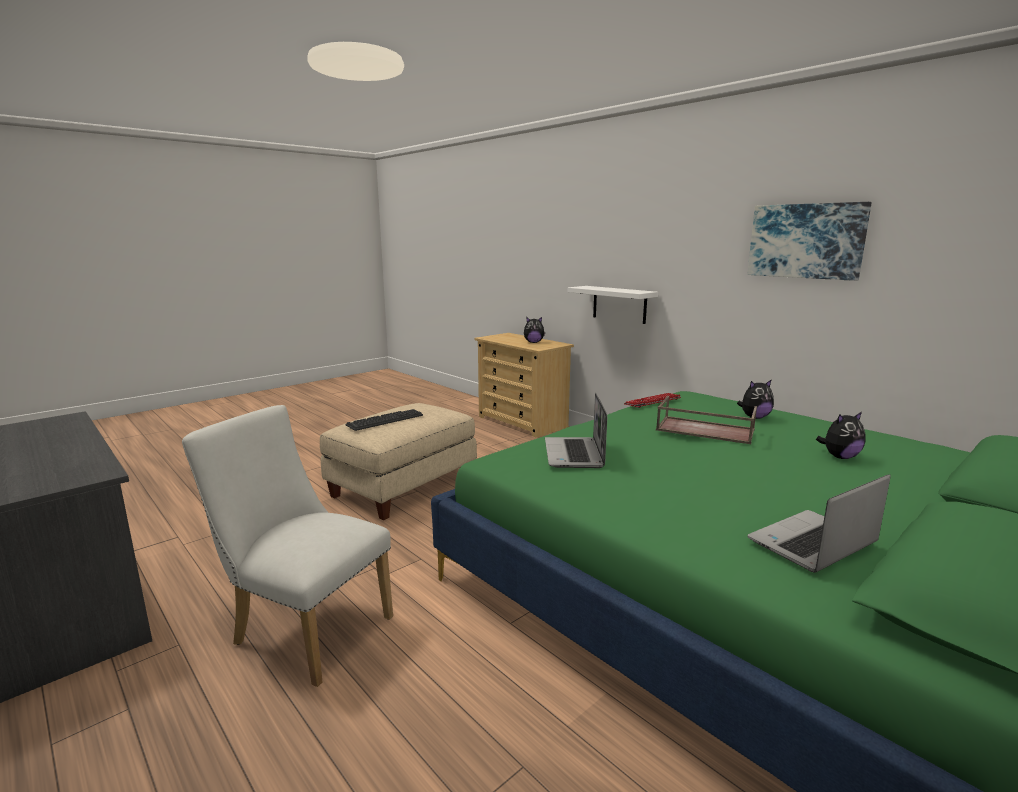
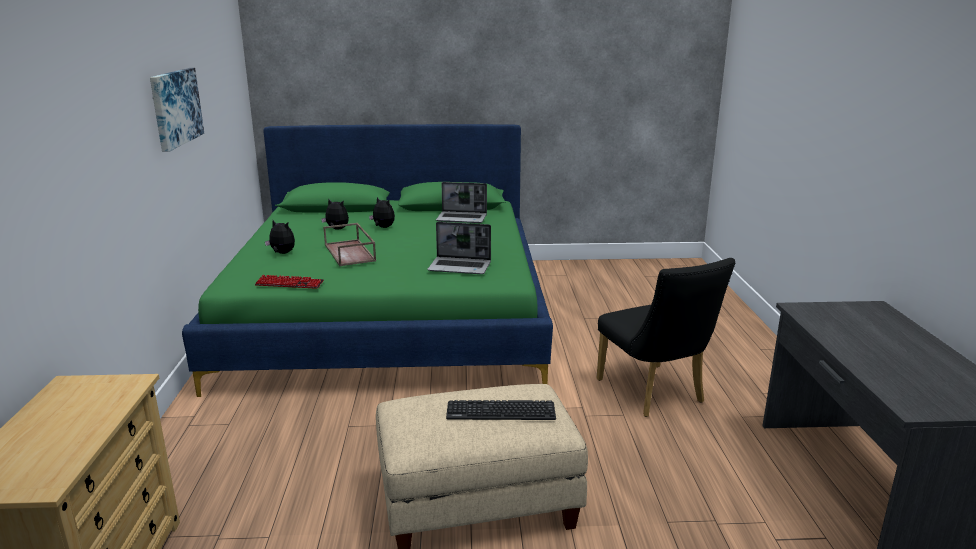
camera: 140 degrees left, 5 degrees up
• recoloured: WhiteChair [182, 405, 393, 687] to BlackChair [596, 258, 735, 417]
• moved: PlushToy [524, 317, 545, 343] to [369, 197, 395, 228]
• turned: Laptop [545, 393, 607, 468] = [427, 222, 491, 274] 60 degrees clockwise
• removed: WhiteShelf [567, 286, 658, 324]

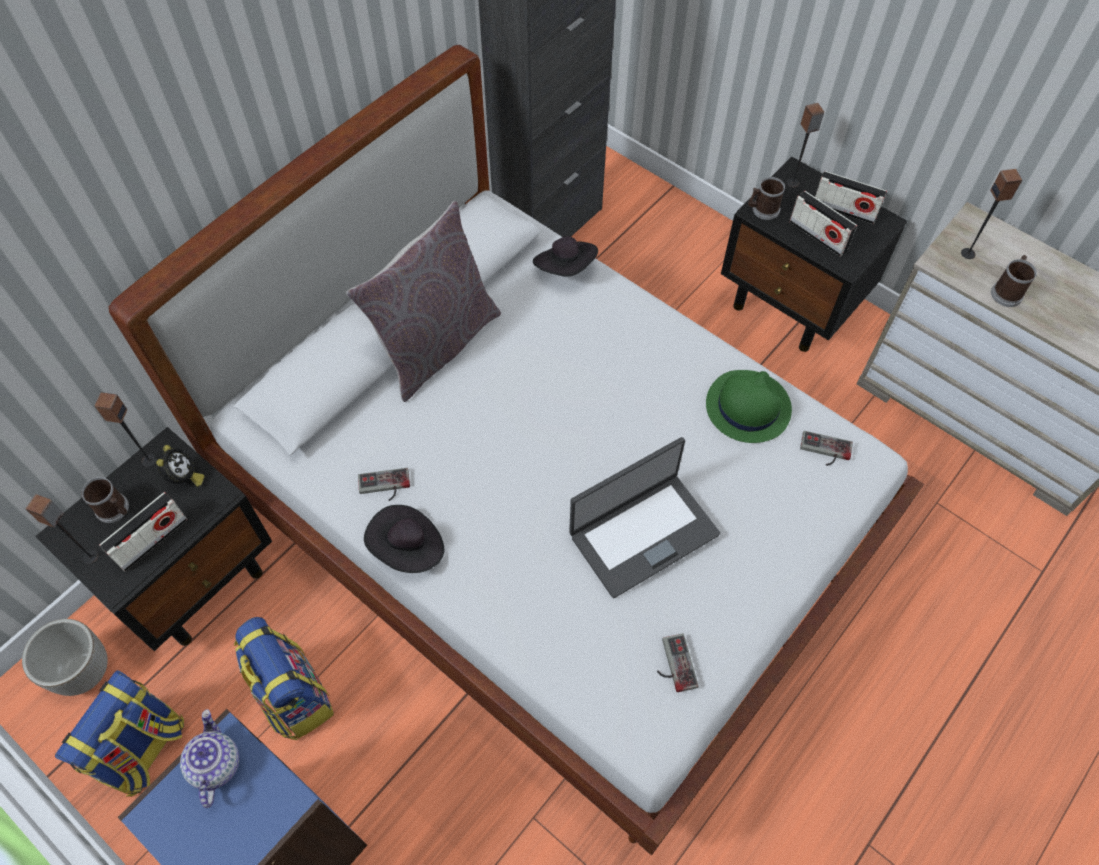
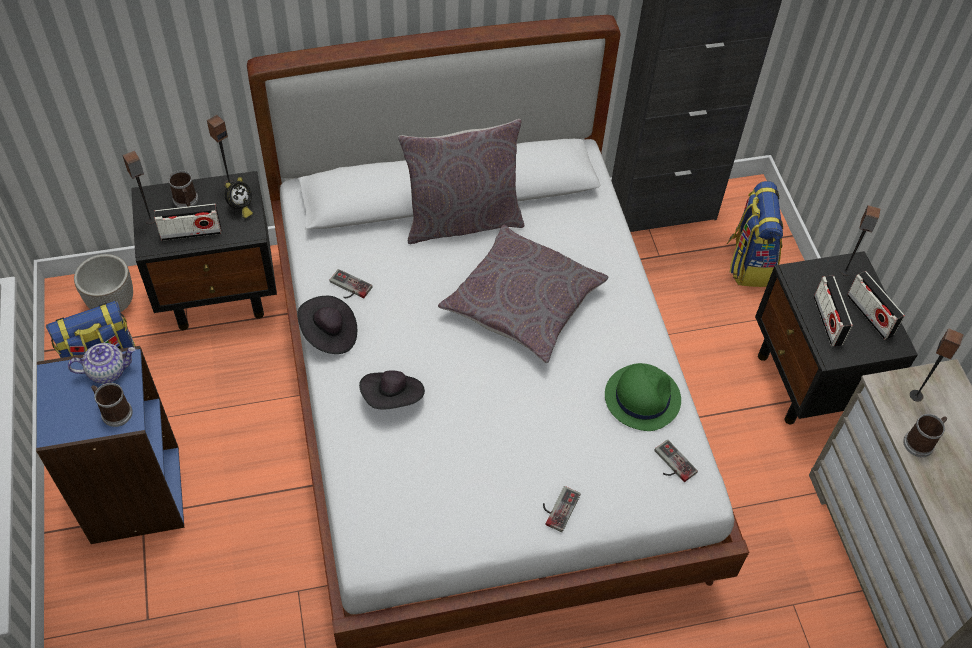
camera: 35 degrees right, 5 degrees down
• turned: Teapot [180, 709, 239, 808] = [68, 343, 136, 384] 45 degrees clockwise
• moved: Backpack [234, 617, 334, 740] to [727, 181, 783, 287]
• moved: BlackHat [533, 236, 598, 277] to [359, 370, 425, 409]
• removed: Laptop [569, 437, 720, 598]
• moved: GameController [657, 634, 699, 692] to [543, 486, 581, 532]
• moved: Mug [748, 177, 785, 220] to [91, 383, 133, 427]
• added: GreyPillow [438, 225, 608, 363]

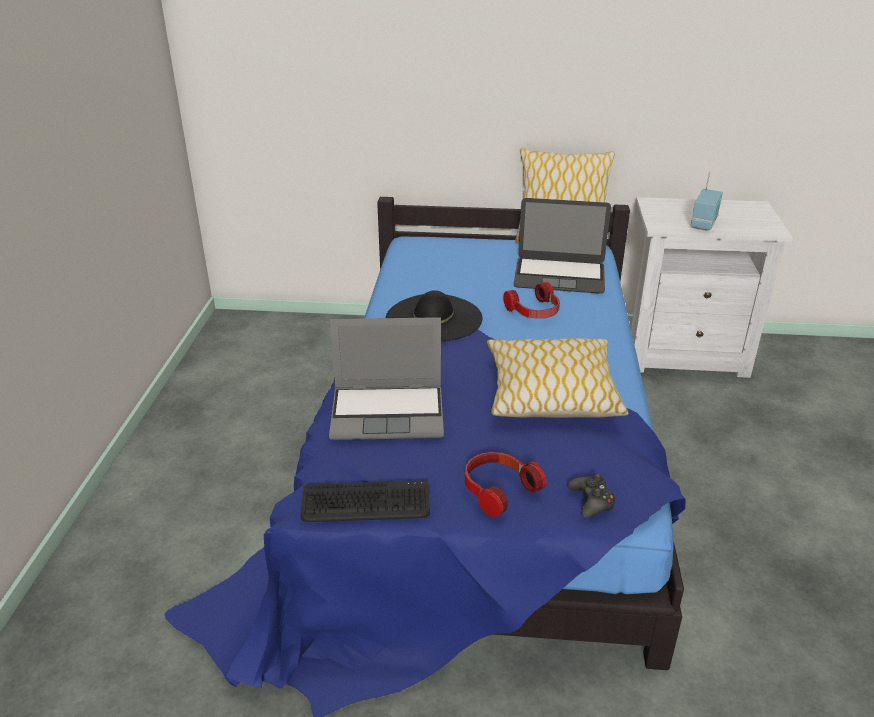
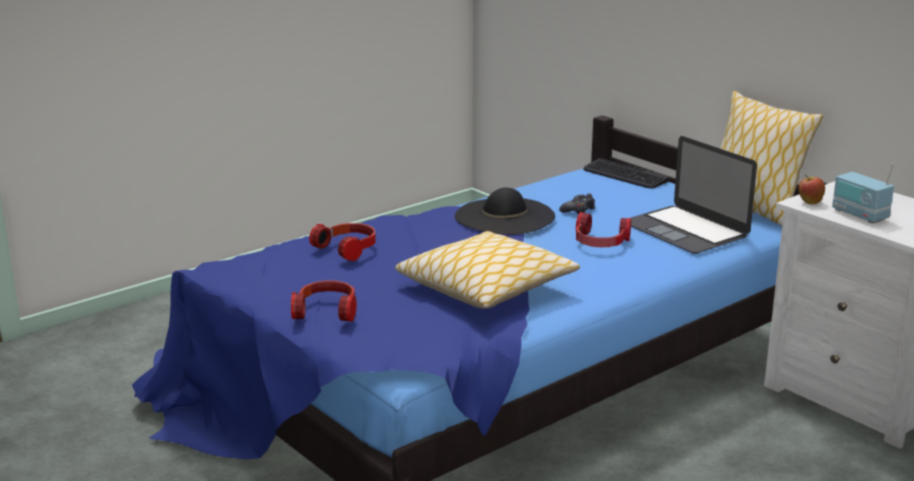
camera: 45 degrees right, 10 degrees down
• moved: Keyboard [301, 481, 430, 522] to [583, 158, 669, 189]
• replaced: Laptop [329, 317, 444, 440] to Headphones [309, 223, 376, 262]
• moved: BlackGameController [568, 473, 615, 518] to [559, 193, 595, 215]
• turned: Radio [691, 172, 723, 231] = [832, 163, 894, 223] 75 degrees clockwise
• added: Apple [798, 175, 825, 204]

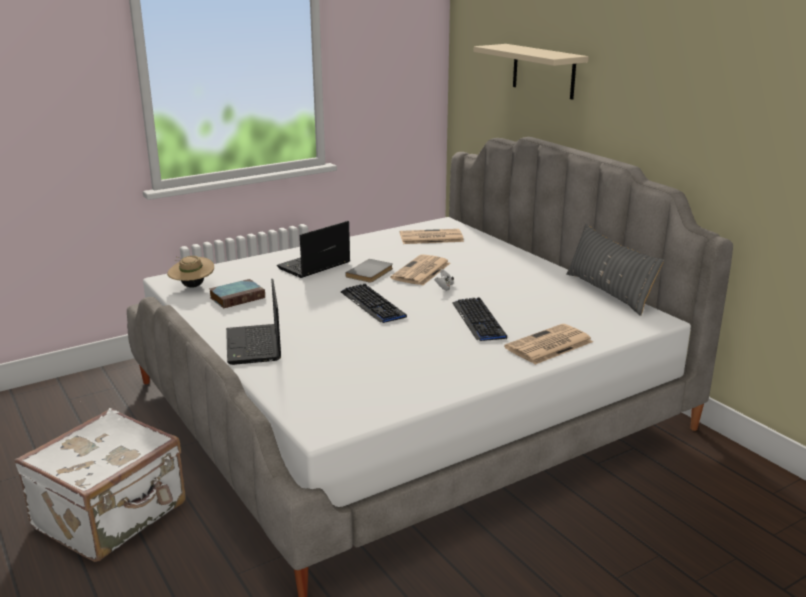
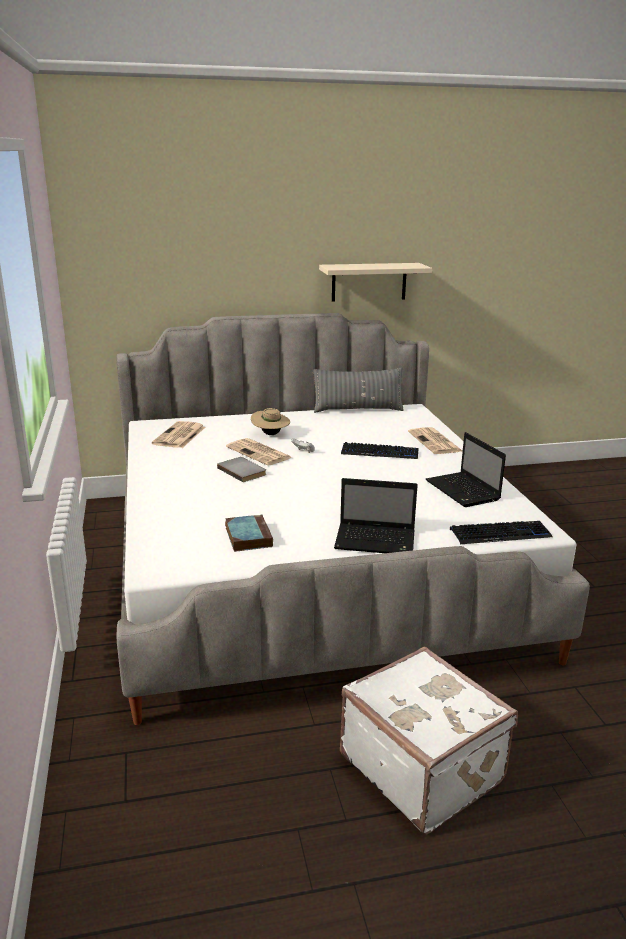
camera: 70 degrees left, 0 degrees up
• moved: BeigeHat [167, 256, 214, 288] to [251, 408, 290, 435]
• moved: Laptop [277, 221, 350, 278] to [426, 432, 506, 507]
• moved: Keyboard [341, 284, 407, 323] to [450, 521, 553, 544]
• moved: BeigeShelf [474, 44, 589, 100] to [319, 263, 432, 302]

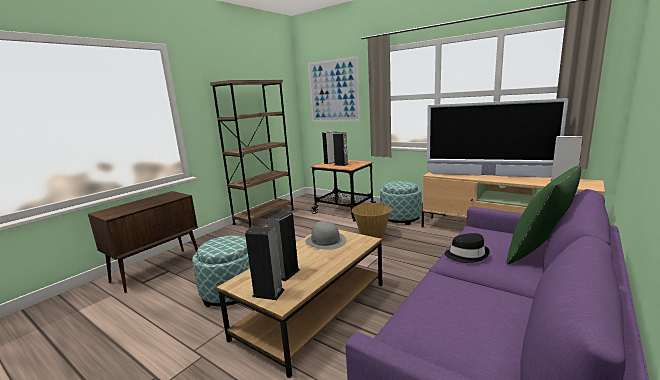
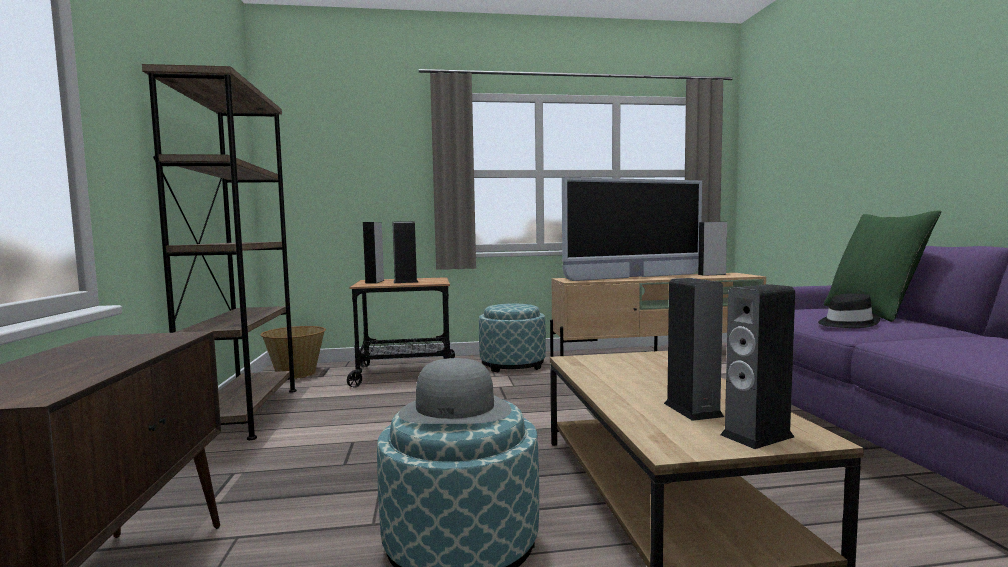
camera: 45 degrees left, 10 degrees down
• moved: GreyHat [305, 221, 346, 250] to [398, 358, 511, 424]
• removed: Picture [308, 56, 360, 122]
• moved: Basket [352, 203, 392, 239] to [260, 326, 326, 379]

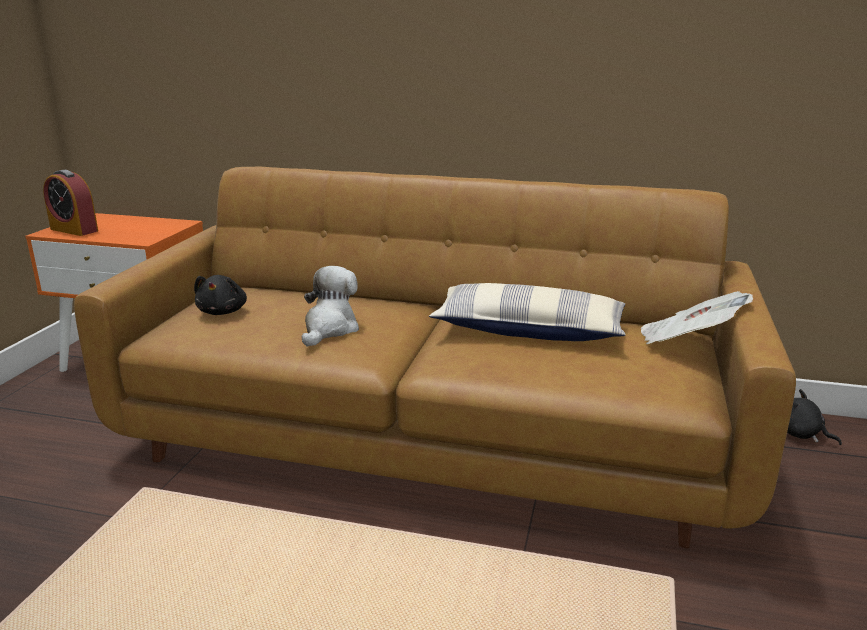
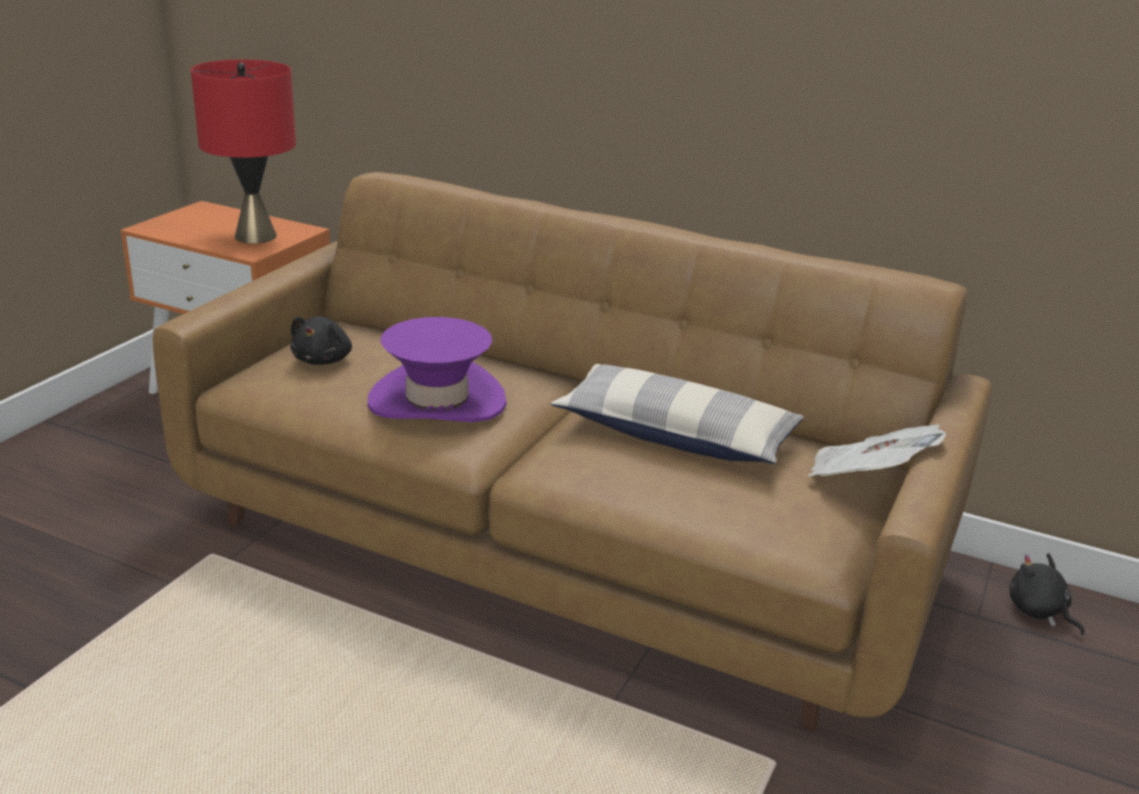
camera: 10 degrees right, 5 degrees up
• removed: AlarmClock [43, 170, 98, 236]
• replaced: PlushToy [302, 266, 359, 347] to PurpleHat [367, 317, 507, 422]
• added: RedTableLamp [191, 59, 296, 243]

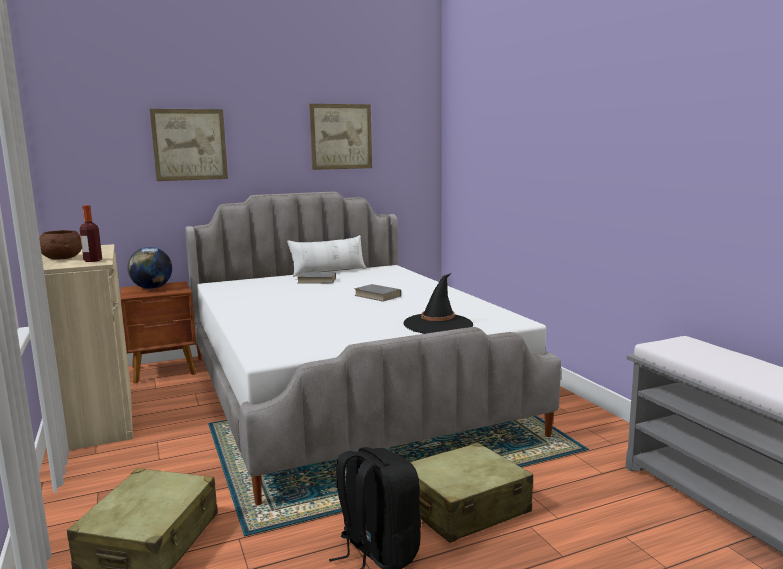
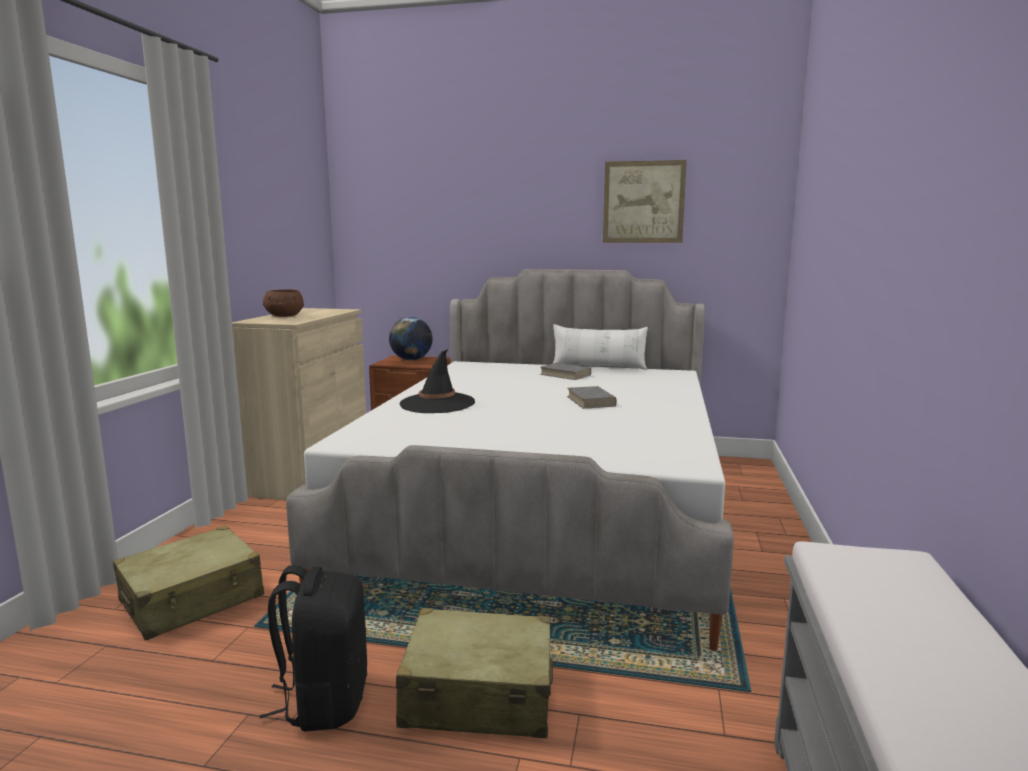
camera: 35 degrees right, 0 degrees up
• removed: Bottle [80, 205, 102, 262]
• removed: Picture [150, 109, 228, 181]
• moved: BlackHat [403, 273, 473, 334] to [399, 349, 475, 413]

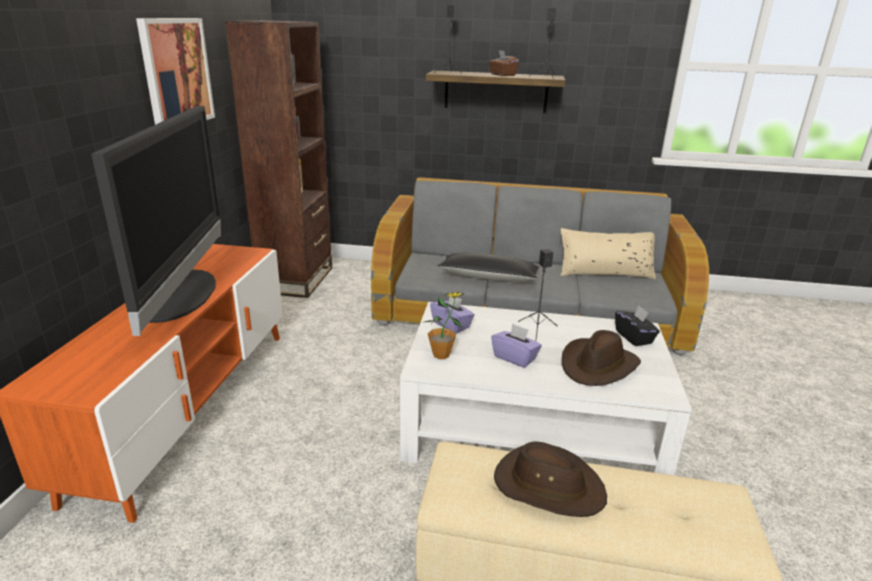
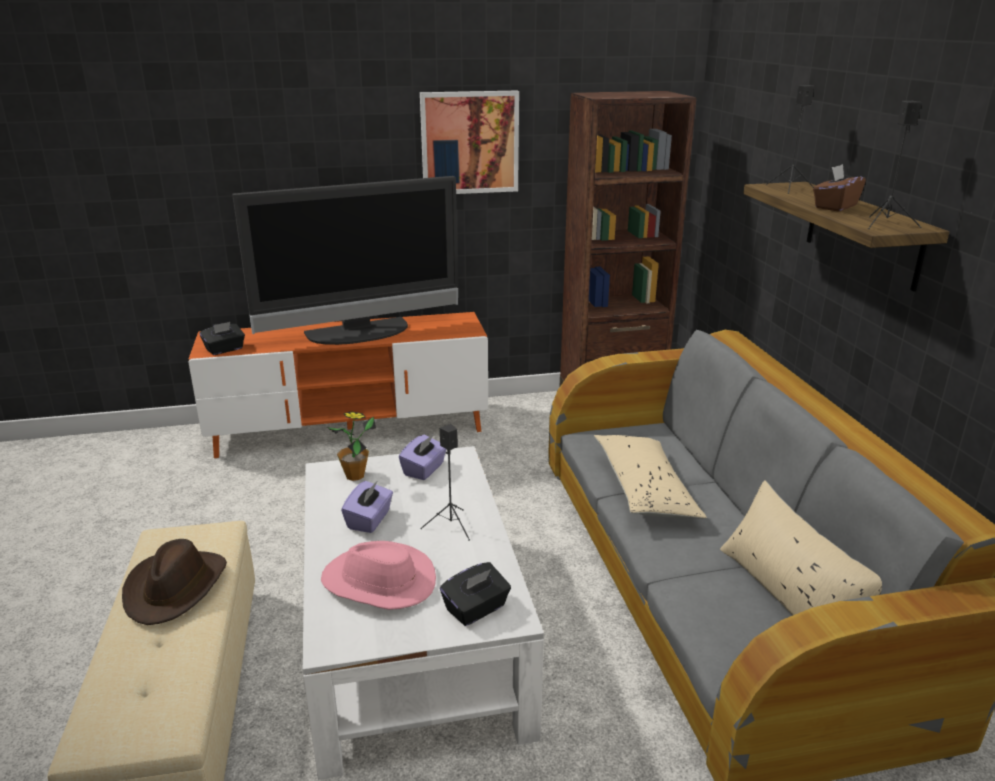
camera: 70 degrees right, 0 degrees up
• recoloured: BlackPillow [437, 252, 540, 282] to BeigePillow [594, 435, 707, 519]
• recoloured: BrownHat [562, 330, 641, 386] to PinkHat [321, 541, 436, 610]
• added: BlackTissueBox [199, 322, 245, 355]

